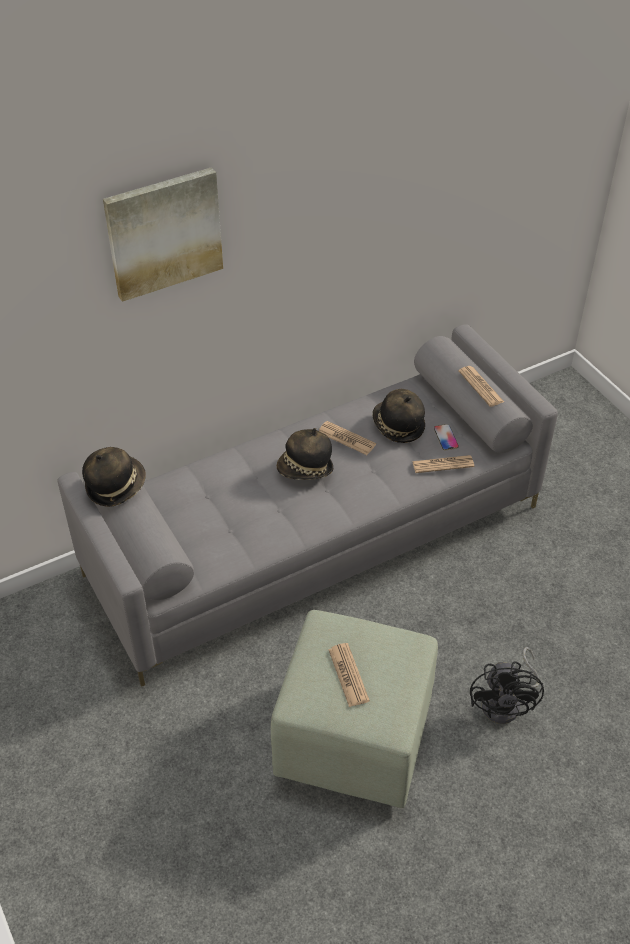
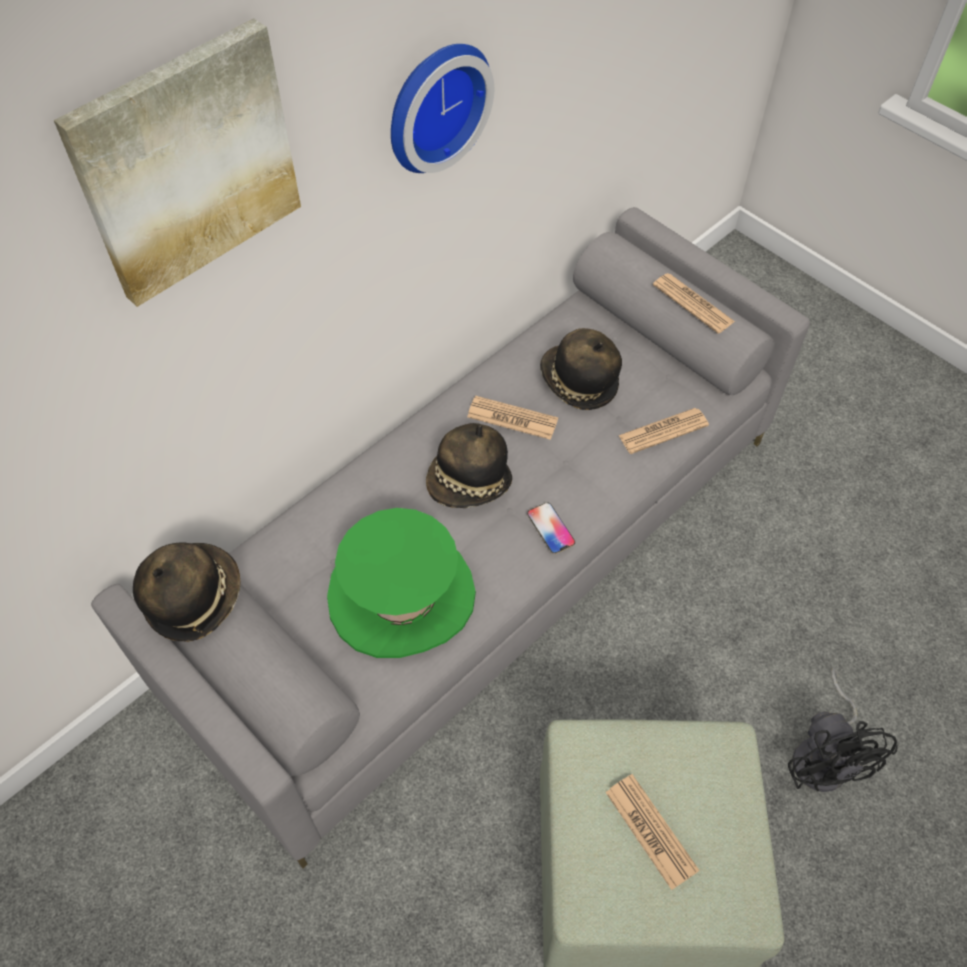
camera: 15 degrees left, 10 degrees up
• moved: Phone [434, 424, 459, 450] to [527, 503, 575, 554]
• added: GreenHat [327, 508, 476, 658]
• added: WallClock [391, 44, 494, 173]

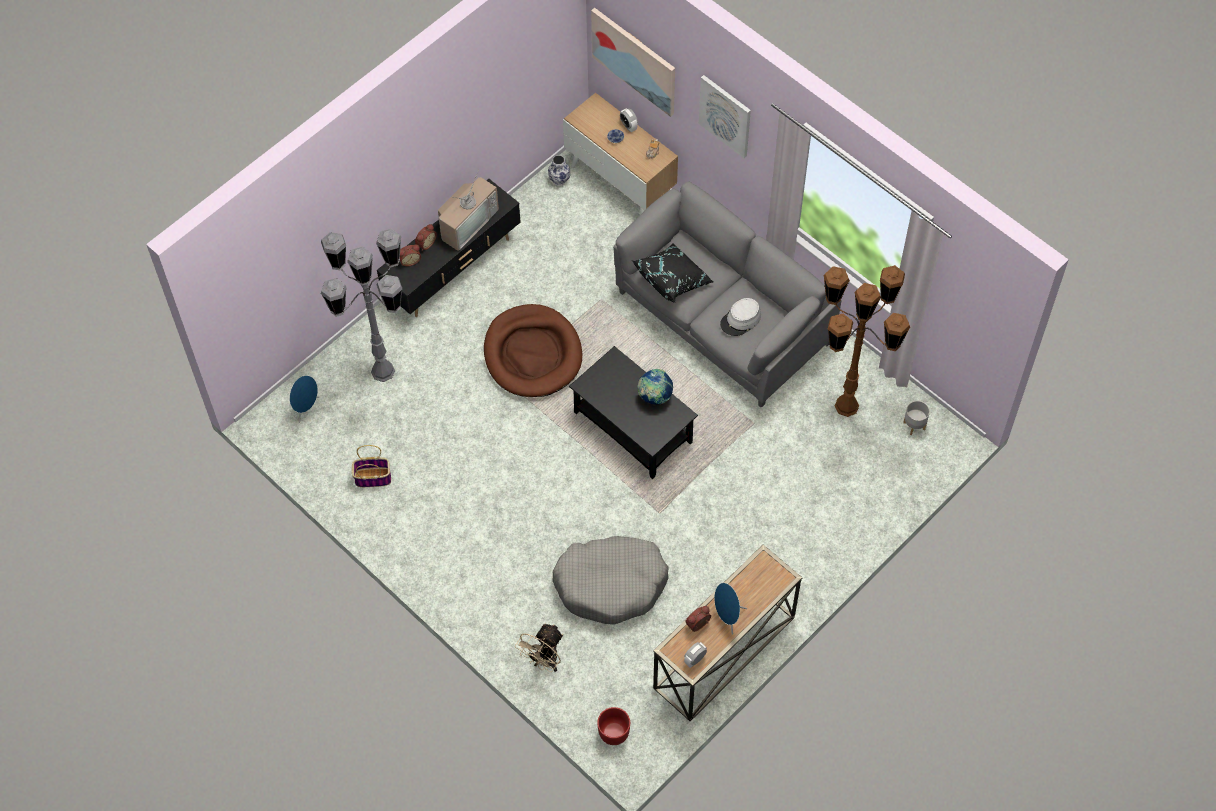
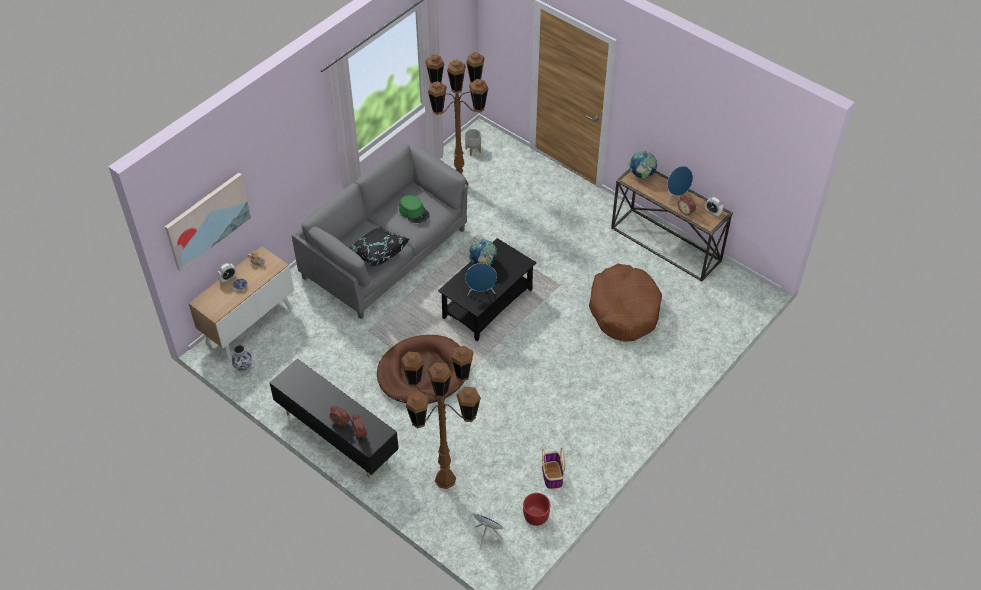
camera: 95 degrees left, 10 degrees down
• recoloured: GreyFloorLamp [321, 229, 402, 382] to BrownFloorLamp [400, 345, 481, 489]
• removed: Television [438, 169, 499, 251]
• removed: BeigeFan [515, 623, 563, 672]
• recoloured: GreyDogBed [553, 536, 669, 625] to BrownDogBed [589, 264, 662, 342]
• moved: RedPlanter [597, 707, 630, 745] to [523, 493, 551, 526]
• removed: Picture [699, 75, 751, 158]
• recoloured: GreyHat [720, 298, 761, 336] to GreenHat [399, 195, 429, 223]
• added: BlueSpeaker [465, 263, 497, 296]
• added: Globe [629, 151, 657, 179]

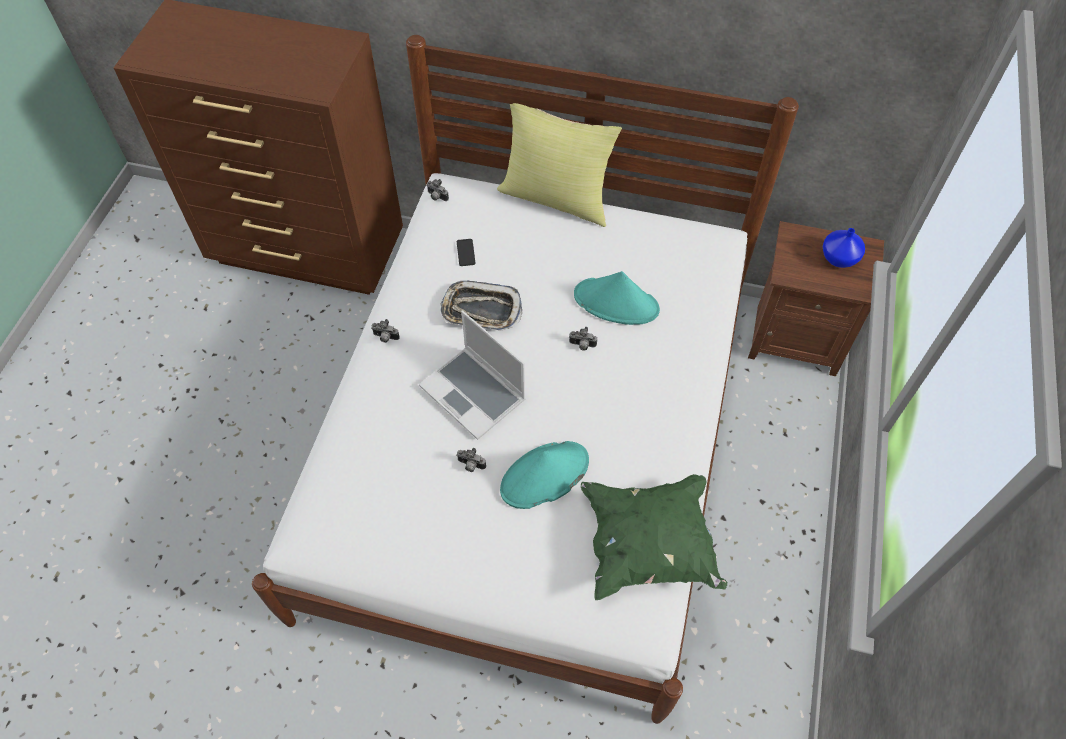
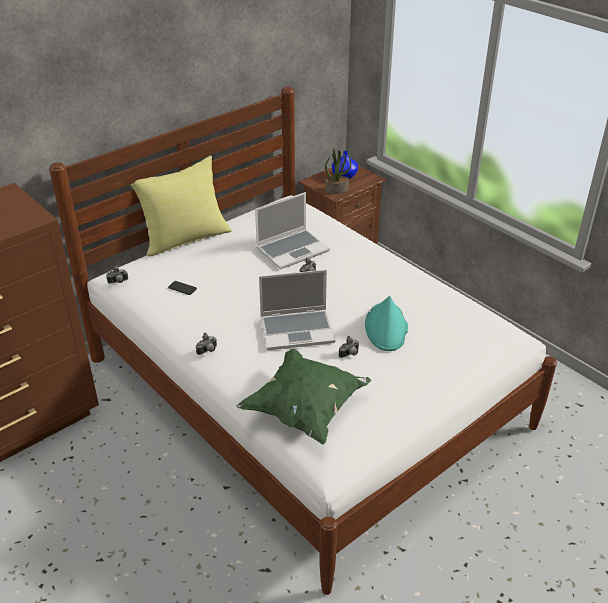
camera: 55 degrees left, 20 degrees down
• removed: Tray [440, 281, 523, 331]
• replaced: TurquoiseHat [574, 271, 660, 325] to Laptop [255, 192, 330, 269]
• moved: GreenPillow [581, 474, 727, 600] to [236, 349, 371, 445]
• added: PottedPlant [325, 149, 351, 194]

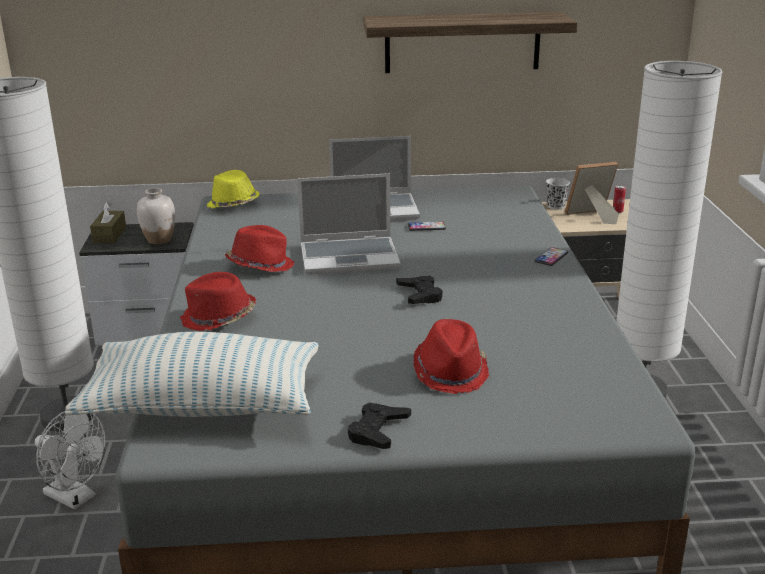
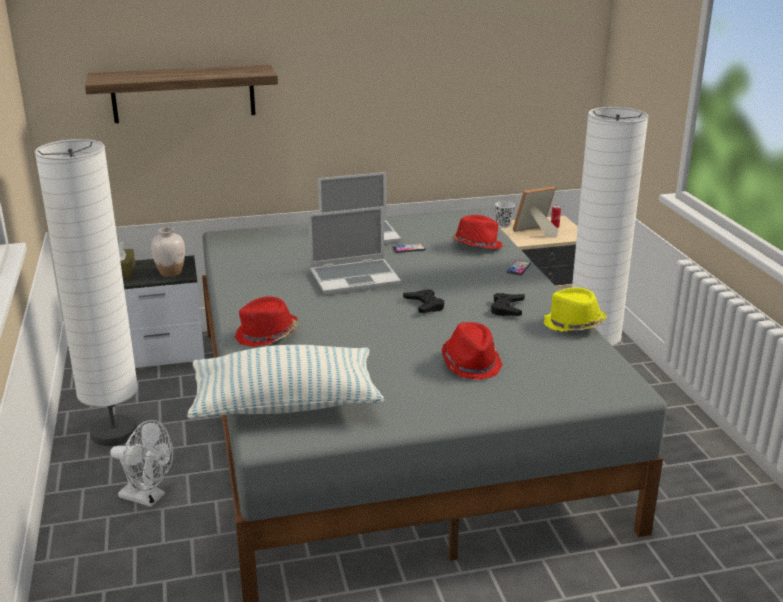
camera: 10 degrees left, 0 degrees up
• moved: YellowHat [207, 170, 260, 209] to [544, 287, 607, 332]
• moved: RedHat [225, 225, 295, 272] to [451, 215, 502, 249]
• moved: BlackGameController [348, 402, 411, 449] to [491, 293, 525, 316]
• moved: Shelf [363, 12, 577, 73] to [85, 64, 278, 123]

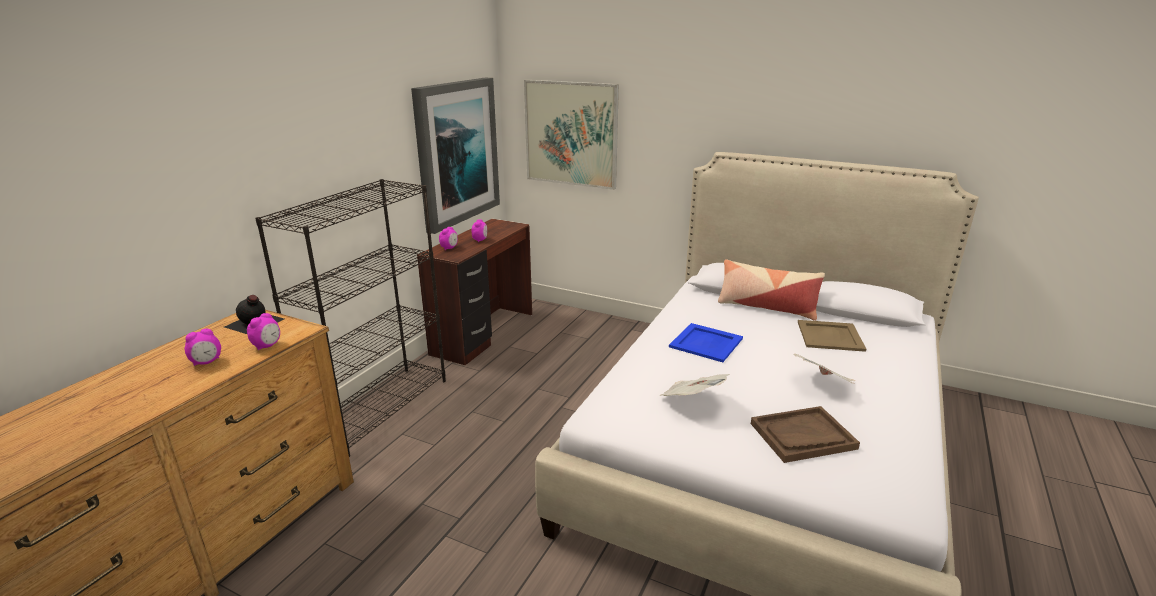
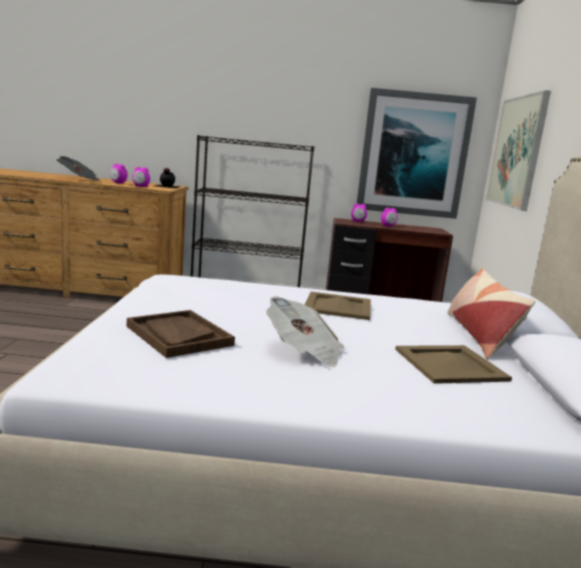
camera: 65 degrees right, 10 degrees down
• moved: Newspaper [659, 374, 730, 396] to [57, 156, 100, 181]
• recoloured: BlueTray [669, 323, 743, 362] to BeigeTray [305, 292, 371, 320]

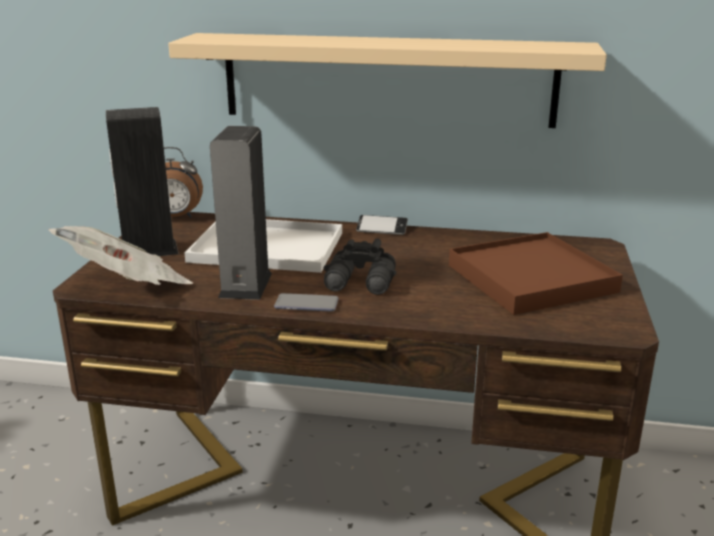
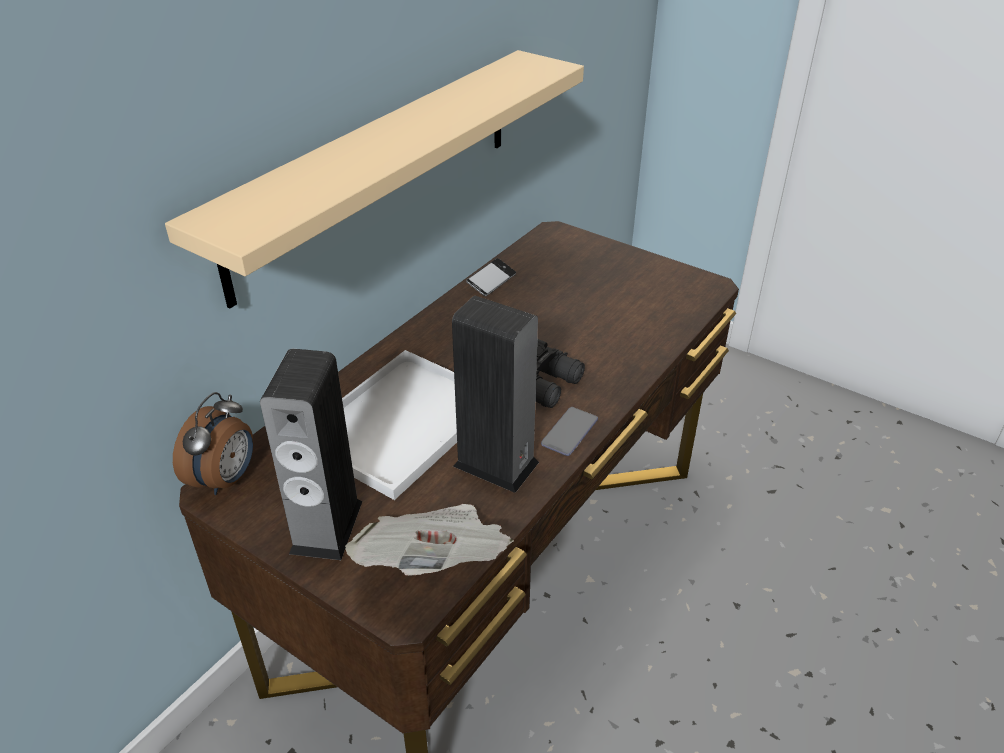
camera: 65 degrees left, 15 degrees up
• moved: Phone [356, 215, 408, 235] to [466, 258, 516, 296]
• removed: BrownTray [449, 232, 623, 315]

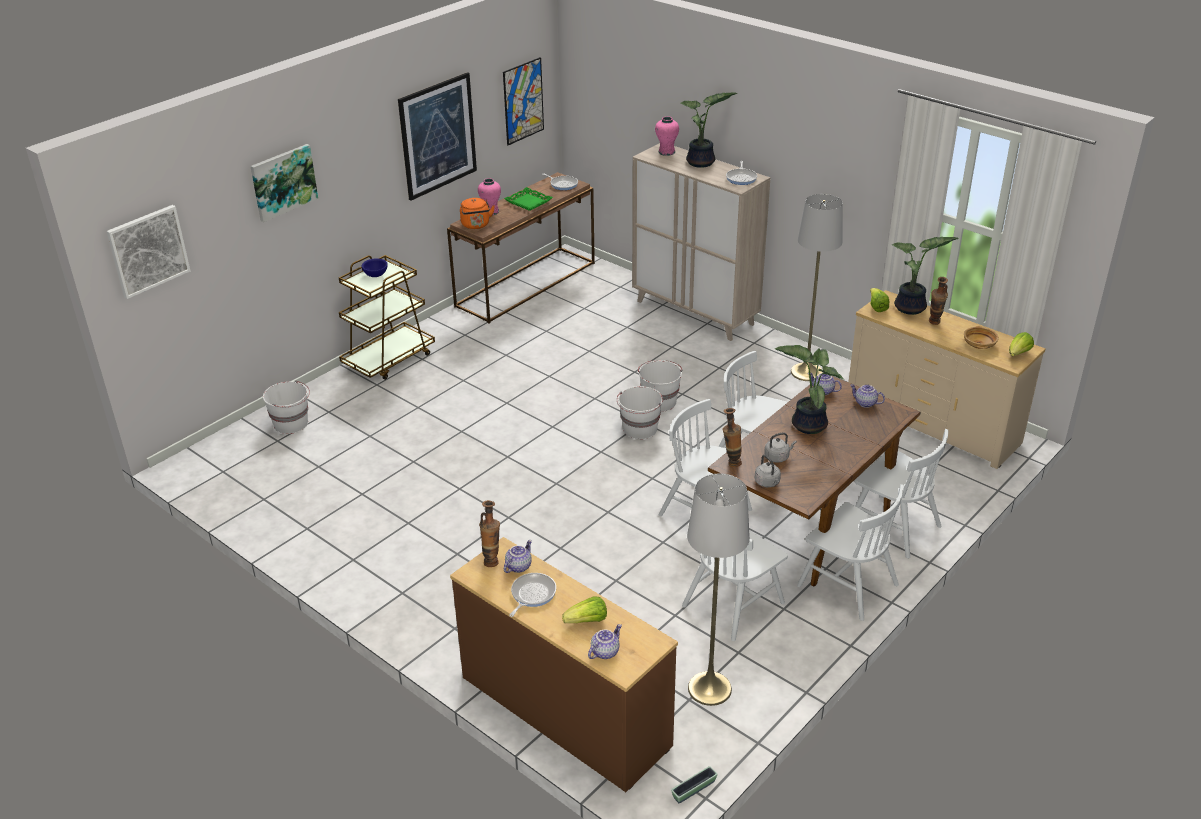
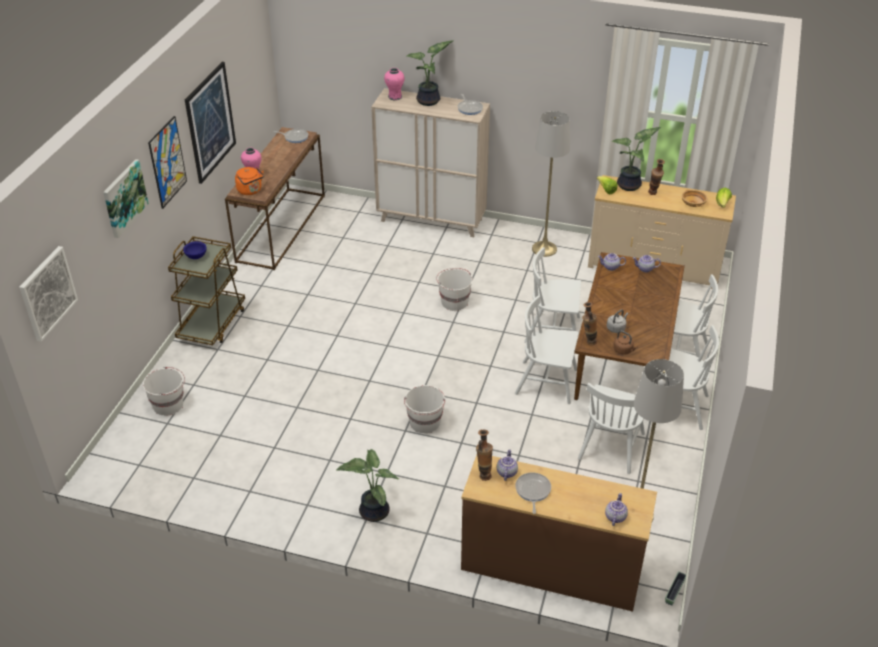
camera: 25 degrees left, 5 degrees up
• moved: Picture [503, 57, 544, 145] to [148, 116, 187, 209]
• removed: GreenTray [504, 187, 553, 211]
• removed: Lettuce [562, 596, 607, 623]
• moved: WhiteBucket [617, 386, 663, 439] to [404, 385, 445, 434]
• recoloured: GreyKettle [755, 455, 781, 487] to BrownKettle [613, 331, 637, 355]
• moved: PottedPlant [775, 345, 845, 434] to [336, 449, 399, 522]

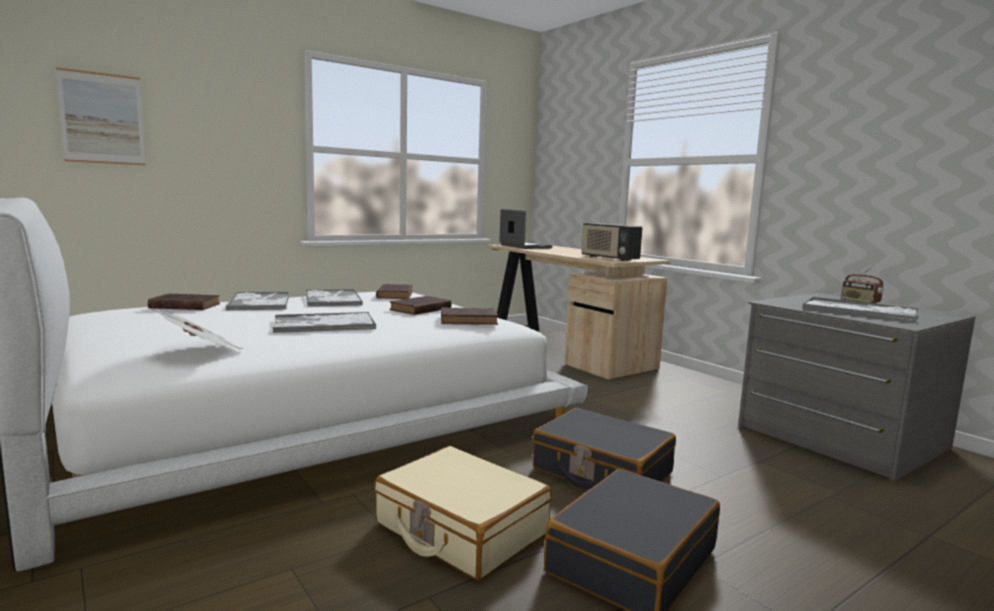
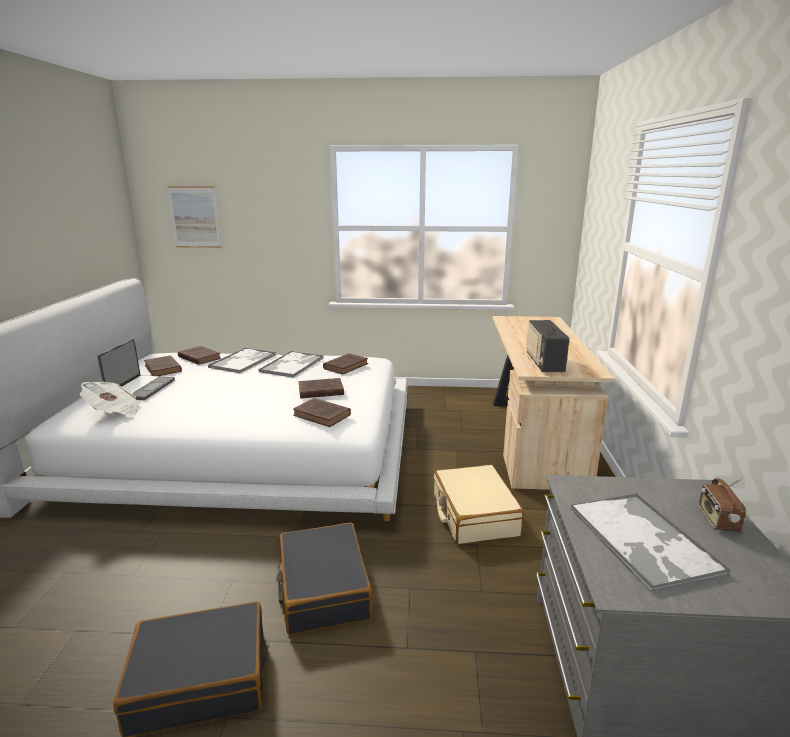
camera: 40 degrees right, 10 degrees up
• removed: Tray [273, 312, 376, 333]
• moved: BeigeSuitcase [374, 446, 551, 581] to [434, 465, 524, 545]
• moved: Laptop [499, 209, 553, 249] to [97, 339, 175, 400]
• added: BrownBook [144, 355, 182, 376]

